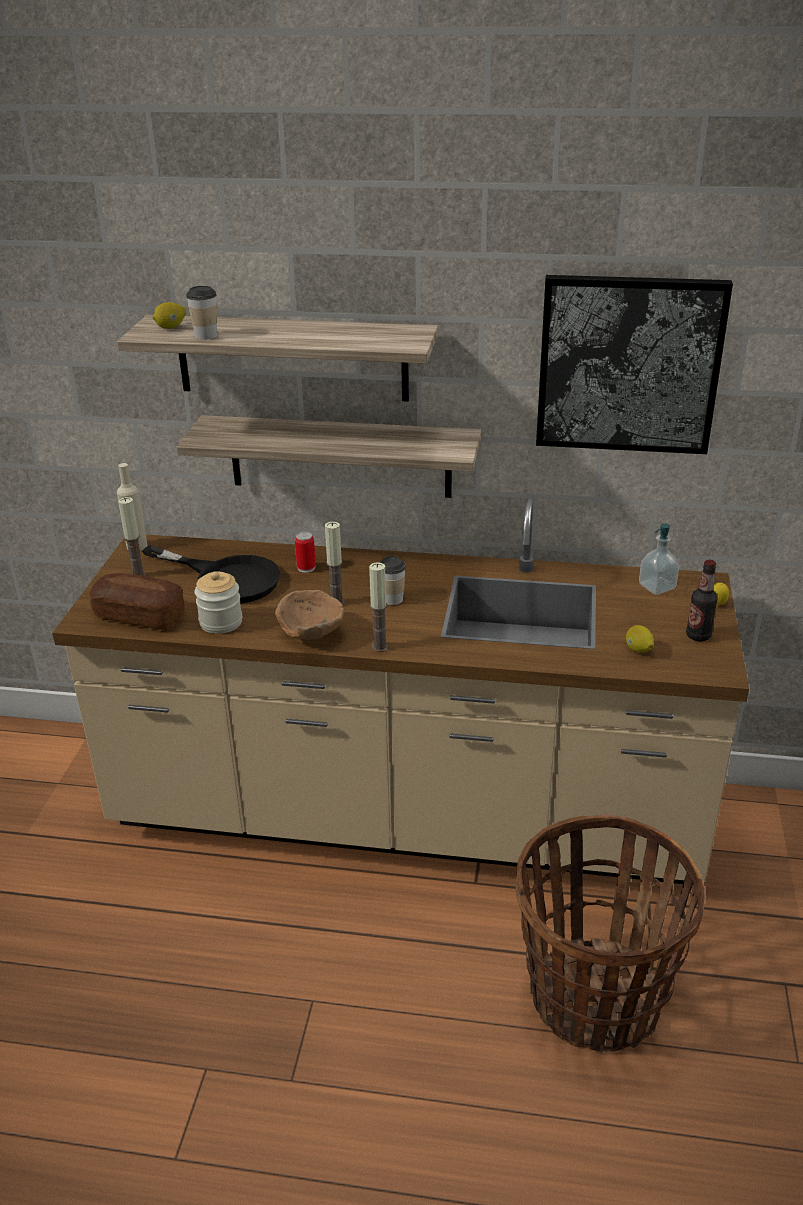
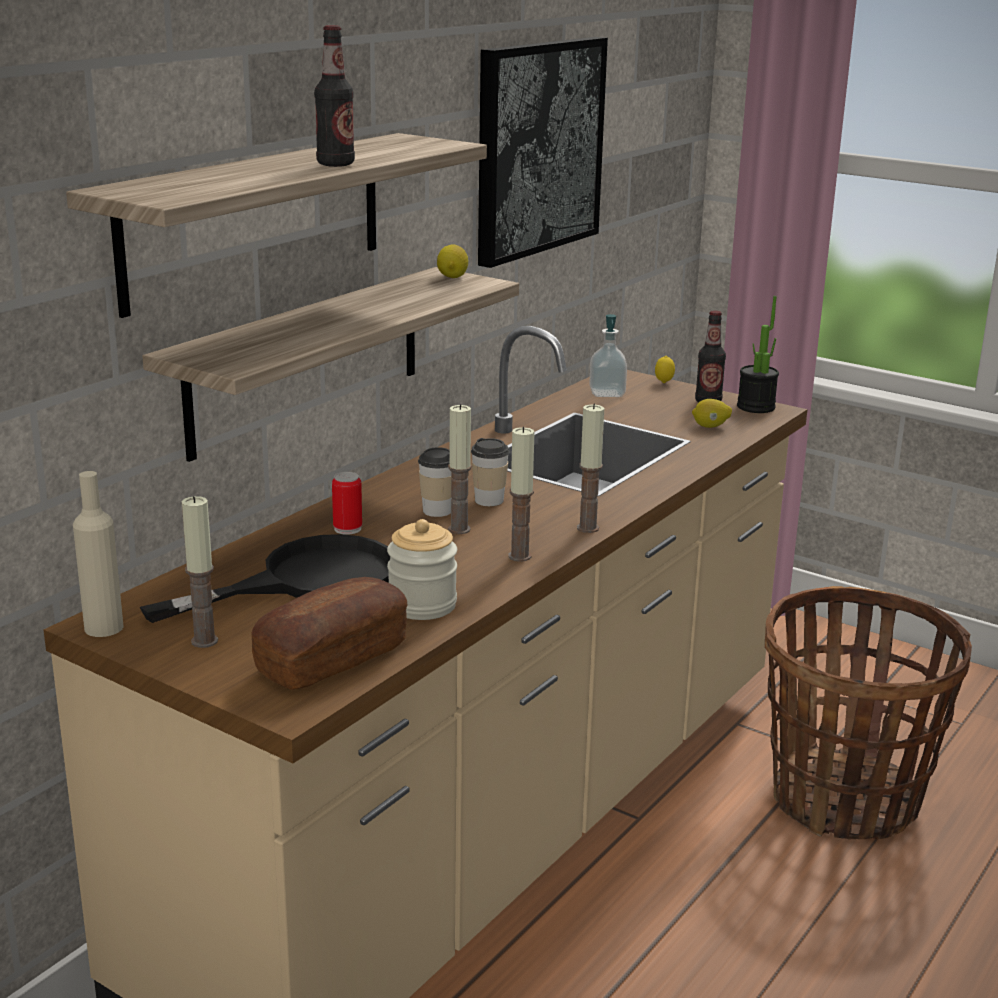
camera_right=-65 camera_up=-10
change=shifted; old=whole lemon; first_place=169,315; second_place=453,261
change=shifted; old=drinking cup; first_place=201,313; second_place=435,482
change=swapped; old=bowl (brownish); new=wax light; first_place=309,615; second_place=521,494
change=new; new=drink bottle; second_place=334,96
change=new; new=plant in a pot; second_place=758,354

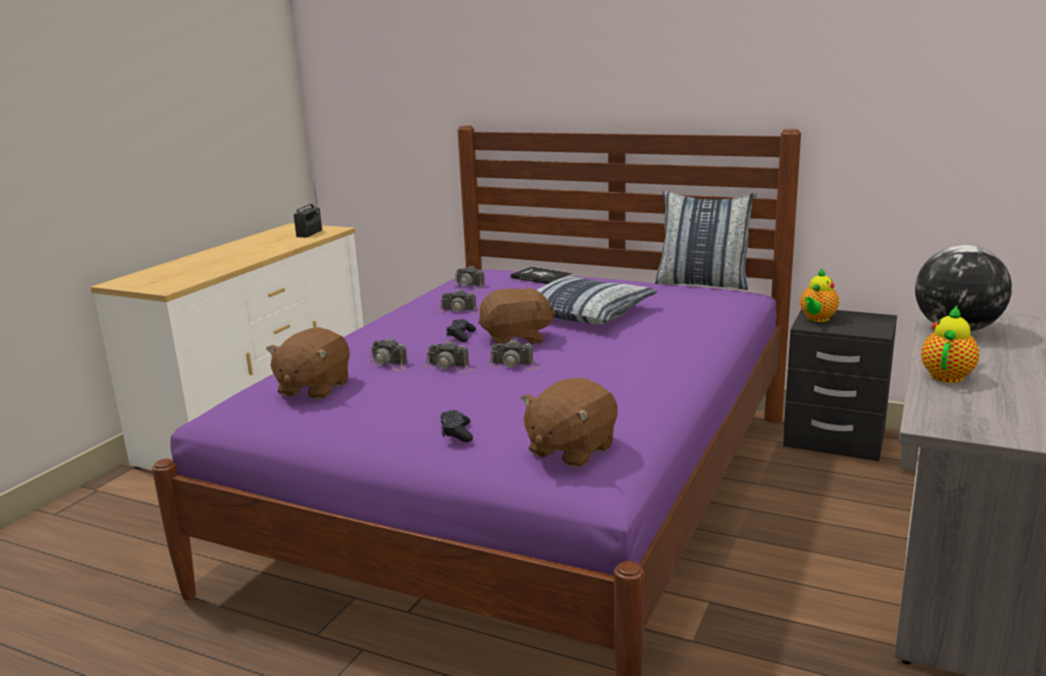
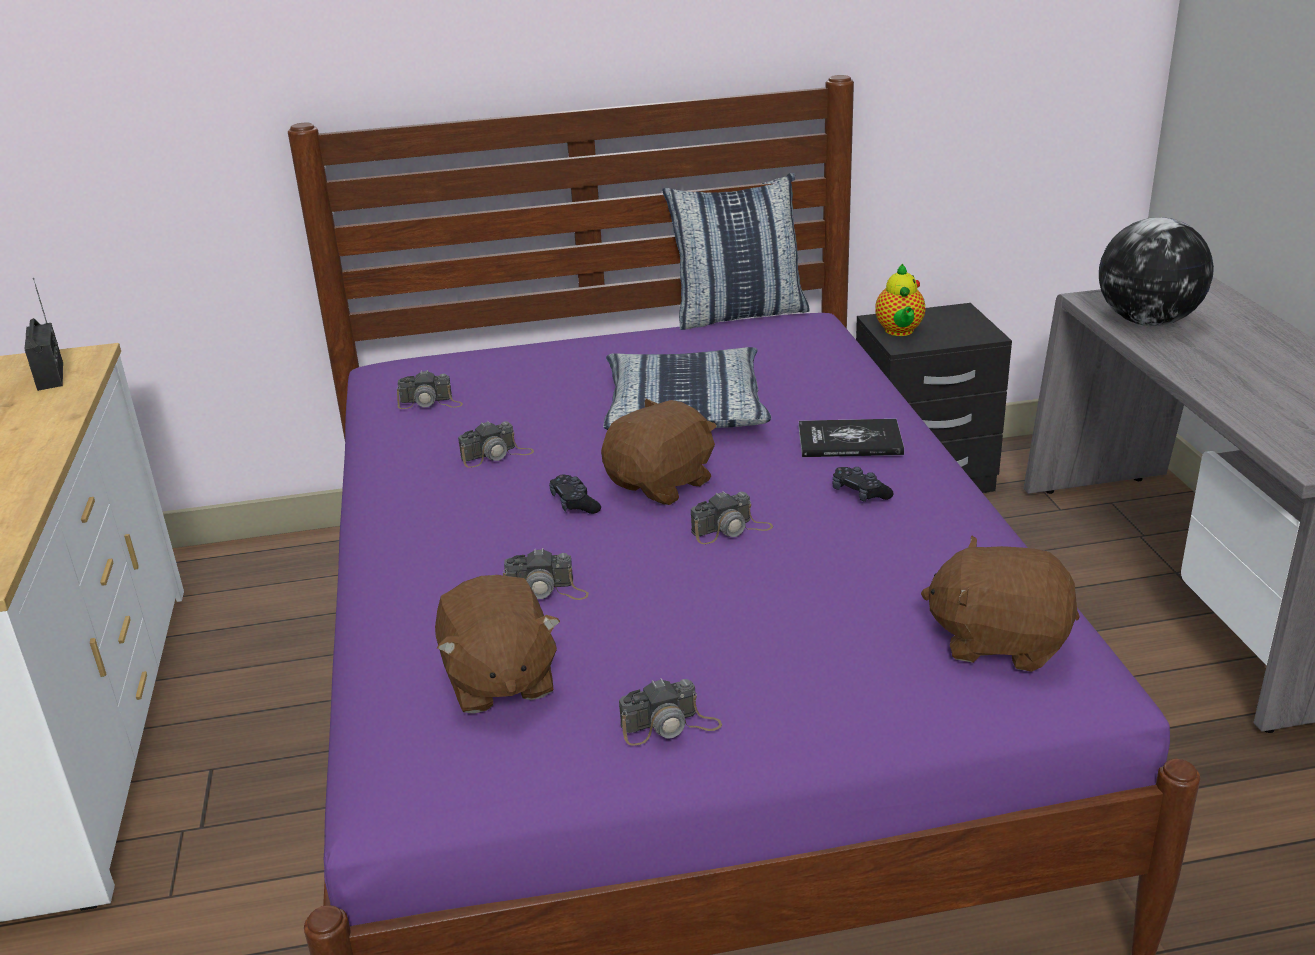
camera_right=-35 camera_up=10
change=shifted; old=still camera; first_place=449,357; second_place=670,711
change=shifted; old=joypad (black); first_place=456,426; second_place=862,484
change=shifted; old=book; first_place=541,275; second_place=851,438
change=rotated; old=cuddly toy (brownish); first_place=569,423; second_place=1000,604; degrees=105
change=gone; old=tea pot; first_place=950,344

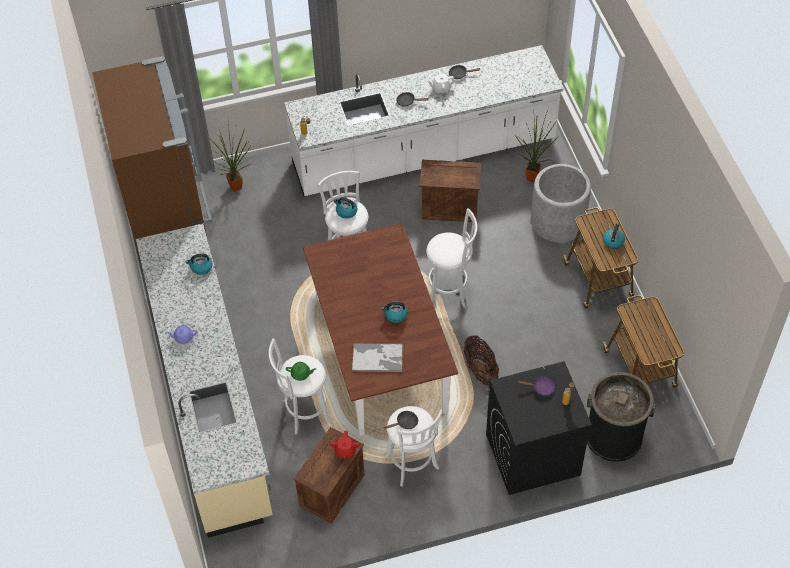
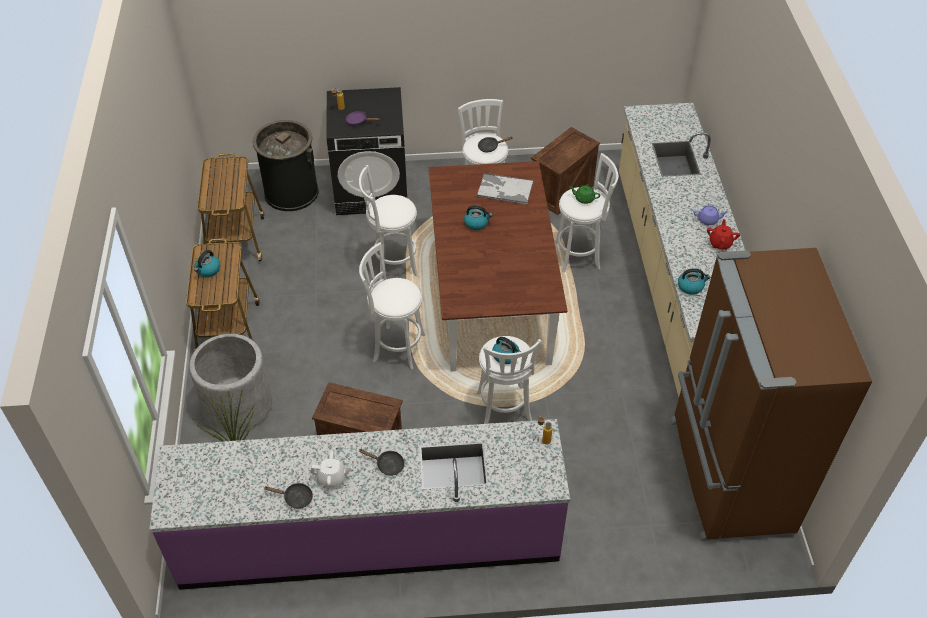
camera_right=-170 camera_up=-5
change=gone; old=plant in a pot; first_place=230,157
change=repainted; old=kitchen counter (whitish); new=kitchen counter (purple); first_place=423,120; second_place=359,504
change=shifted; old=tea pot (red); first_place=345,445; second_place=723,234
change=swapped; old=storage basket; new=stool (whitish); first_place=481,360; second_place=388,222

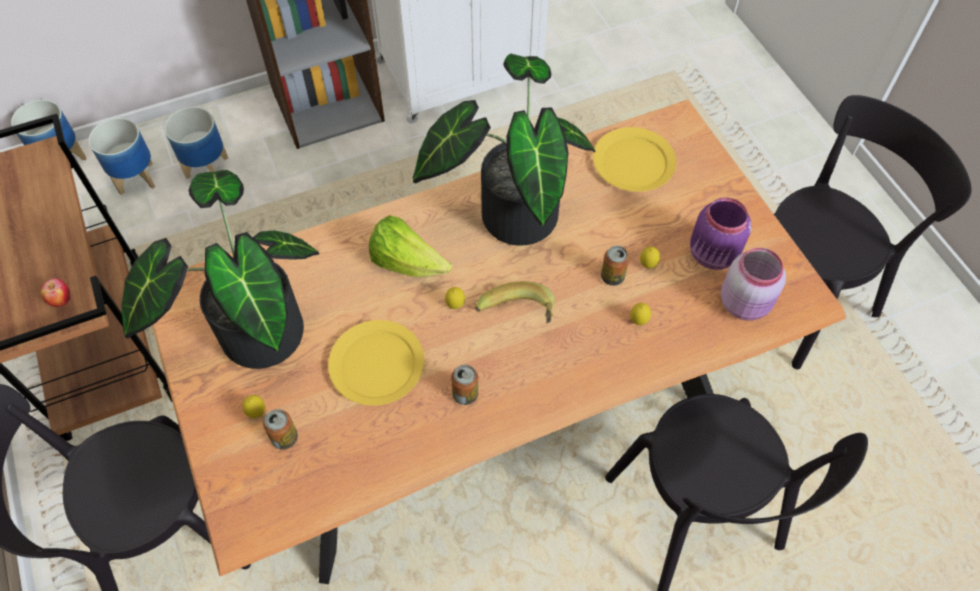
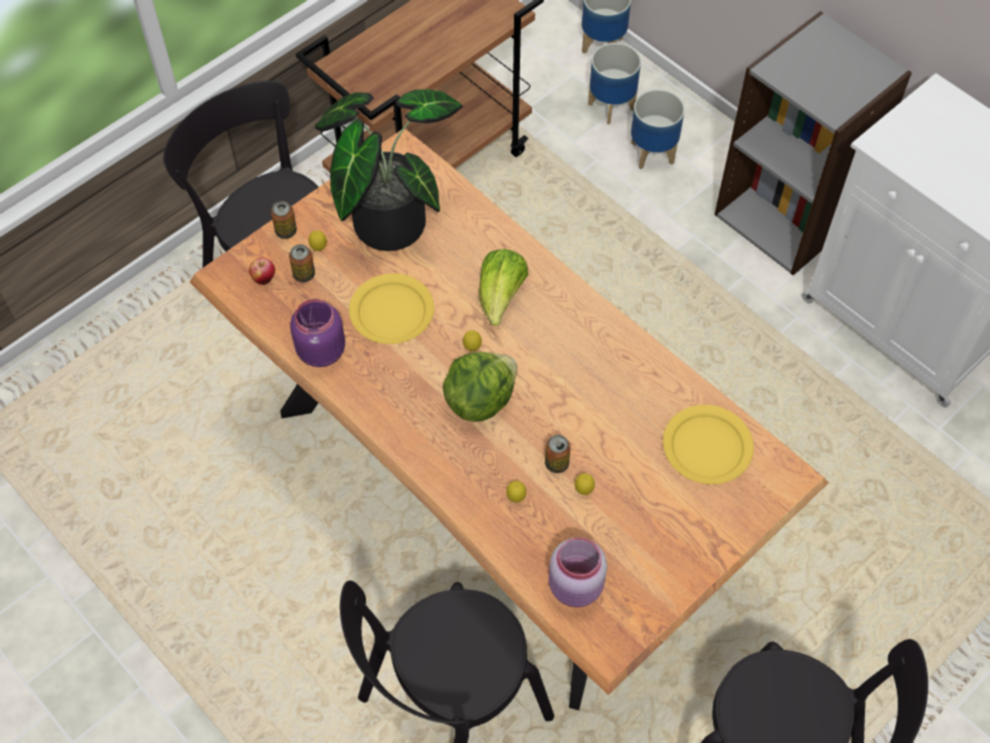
camera_right=70 camera_up=0
change=shifted; old=apple fruit; first_place=55,292; second_place=262,271
change=gone; old=plant in a pot; first_place=504,150
change=shifted; old=metal can; first_place=464,385; second_place=284,220
change=swapped; old=banana fruit; new=lettuce head; first_place=515,302; second_place=480,387
change=shifted; old=storage jar (purple); first_place=721,233; second_place=317,333

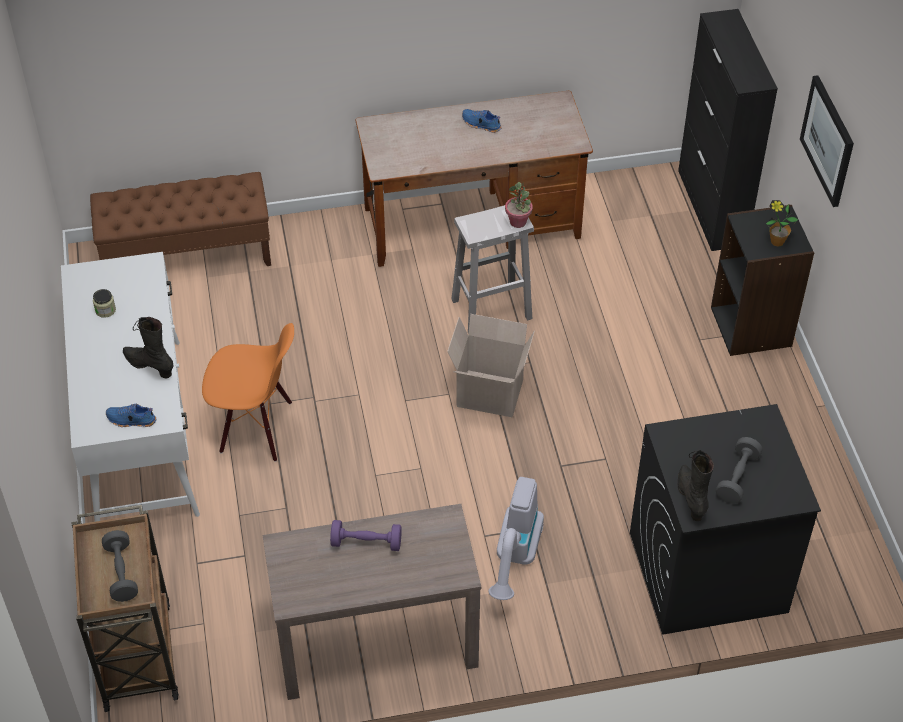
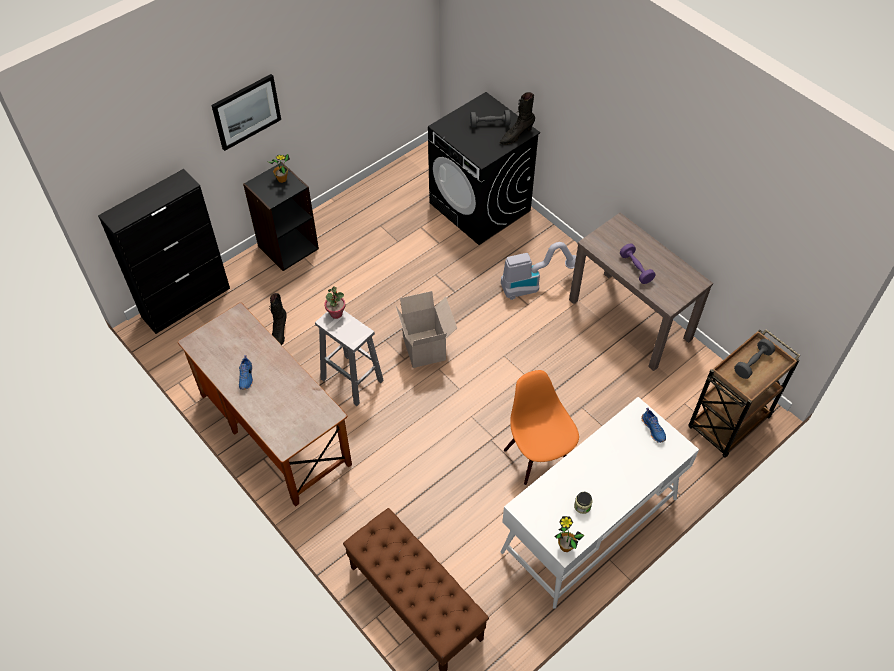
camera_right=-120 camera_up=5
change=shifted; old=tall boot (black); first_place=148,347; second_place=278,319
change=new; new=plant in a pot; second_place=570,534

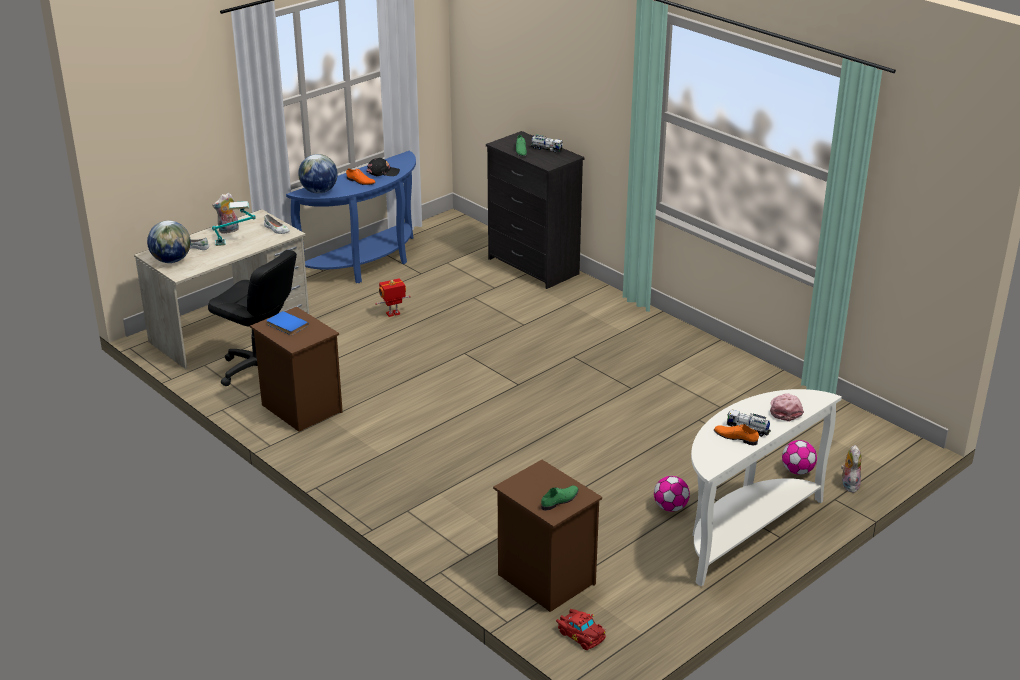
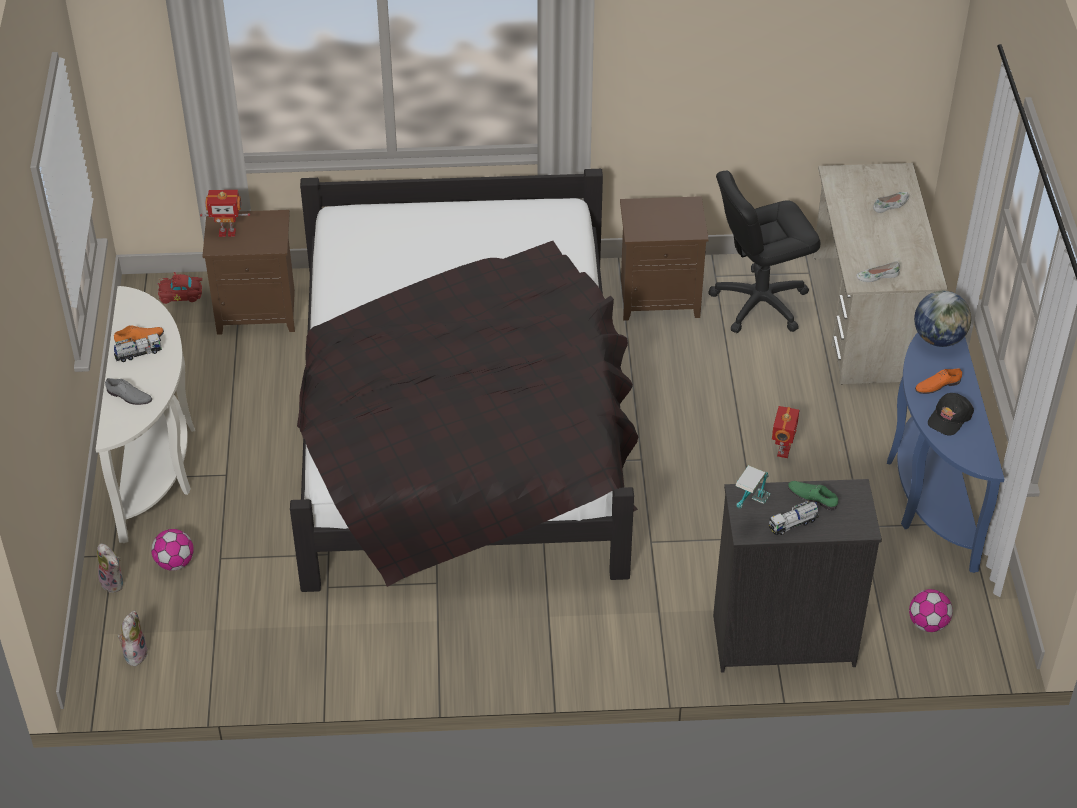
camera_right=130 camera_up=15
change=gone; old=desk globe; first_place=169,242
change=shifted; old=cuddly toy; first_place=225,213; second_place=133,638
change=shifted; old=table lamp; first_place=234,223; second_place=753,487
change=gone; old=book (bluish); first_place=287,323
change=swapped; old=shoe (green-coloured); new=robot figure; first_place=560,498; second_place=225,213
change=shifted; old=football; first_place=672,494; second_place=931,610
change=swapped; old=cap (pink-coloured); new=shoe (grey); first_place=787,407; second_place=128,391
change=new; new=bedroom bed (black); second_place=464,380

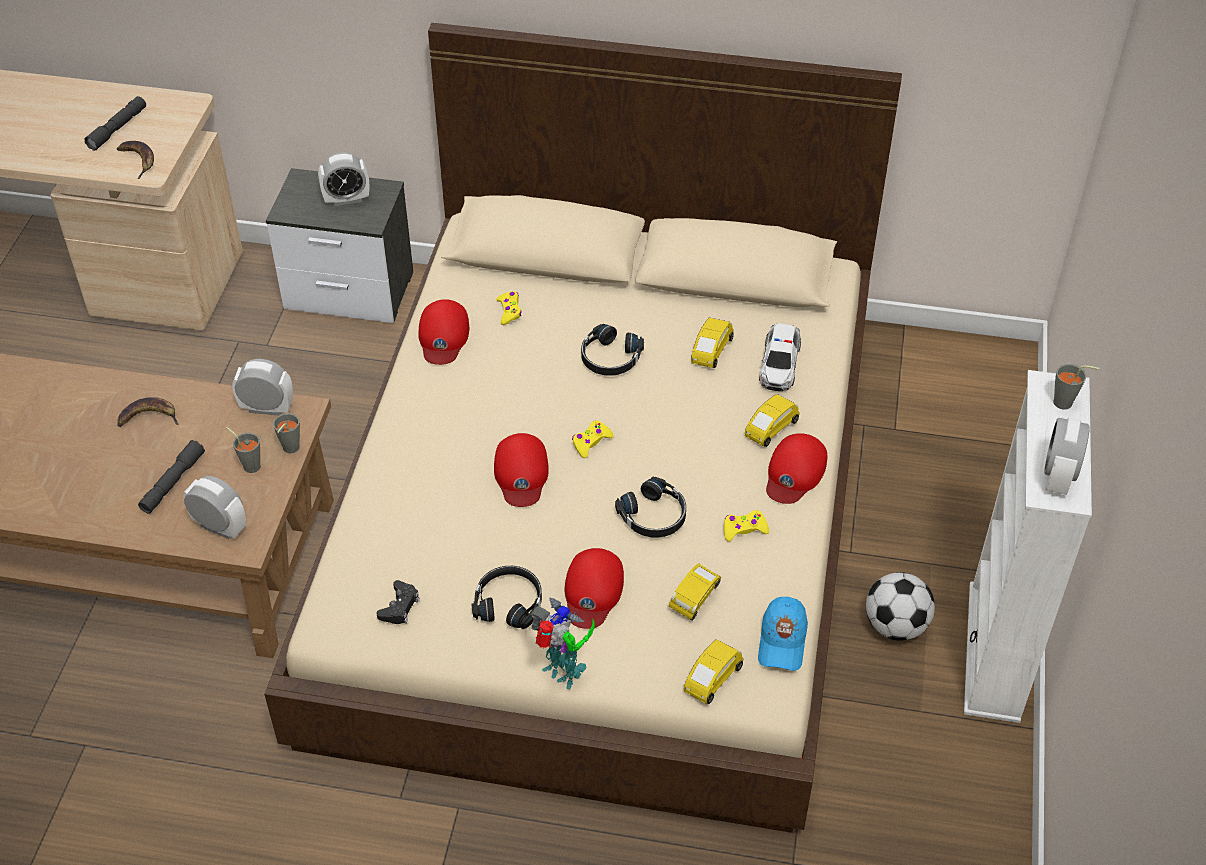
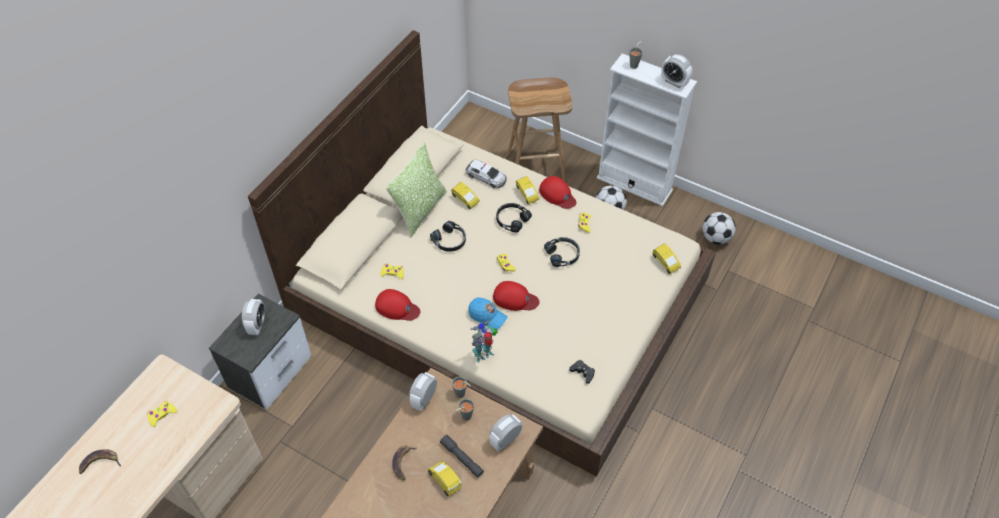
camera_right=-70 camera_up=5
change=swapped; old=torch (grey); new=joypad (yellowish); first_place=115,123; second_place=162,414
change=shifted; old=banana fruit; first_place=135,160; second_place=100,461
change=shifted; old=headset (black); first_place=506,597; second_place=514,217
change=shifted; old=robot figure; first_place=563,643; second_place=484,341
change=gone; old=cap (red); first_place=594,588
change=shifted; old=model car (yellowish); first_place=695,591; second_place=445,478
change=shifted; old=cap (bluish); first_place=783,634; second_place=487,313
change=new; new=pillow; second_place=416,190
change=new; new=stool (brownish); second_place=540,129
change=new; new=football; second_place=719,228

